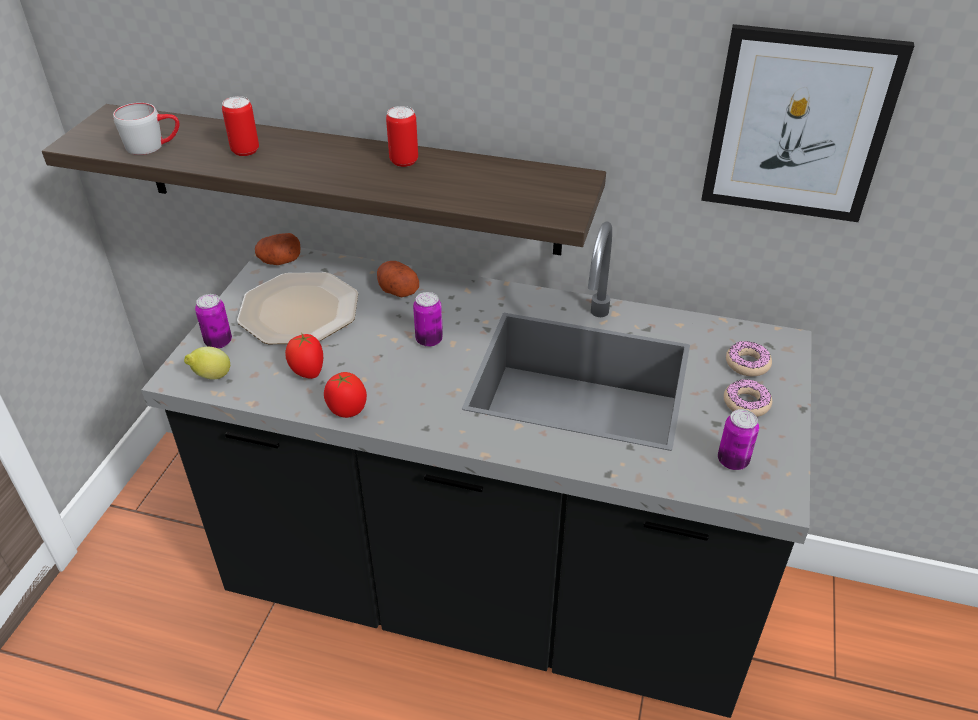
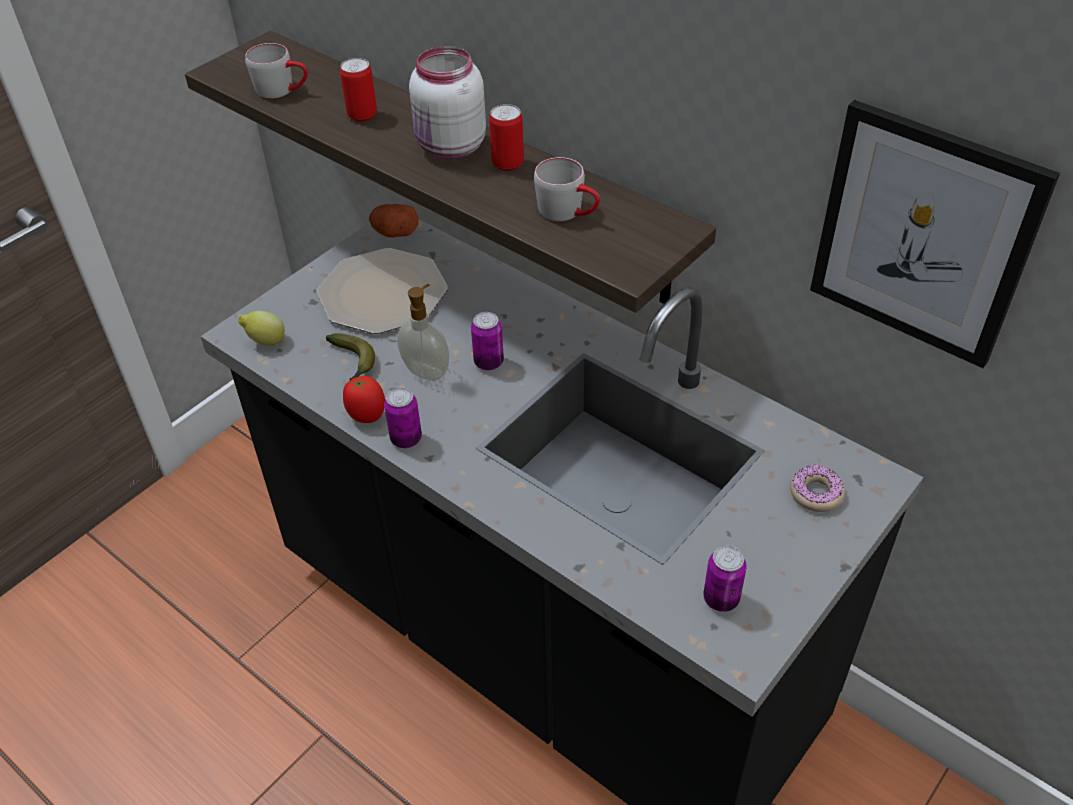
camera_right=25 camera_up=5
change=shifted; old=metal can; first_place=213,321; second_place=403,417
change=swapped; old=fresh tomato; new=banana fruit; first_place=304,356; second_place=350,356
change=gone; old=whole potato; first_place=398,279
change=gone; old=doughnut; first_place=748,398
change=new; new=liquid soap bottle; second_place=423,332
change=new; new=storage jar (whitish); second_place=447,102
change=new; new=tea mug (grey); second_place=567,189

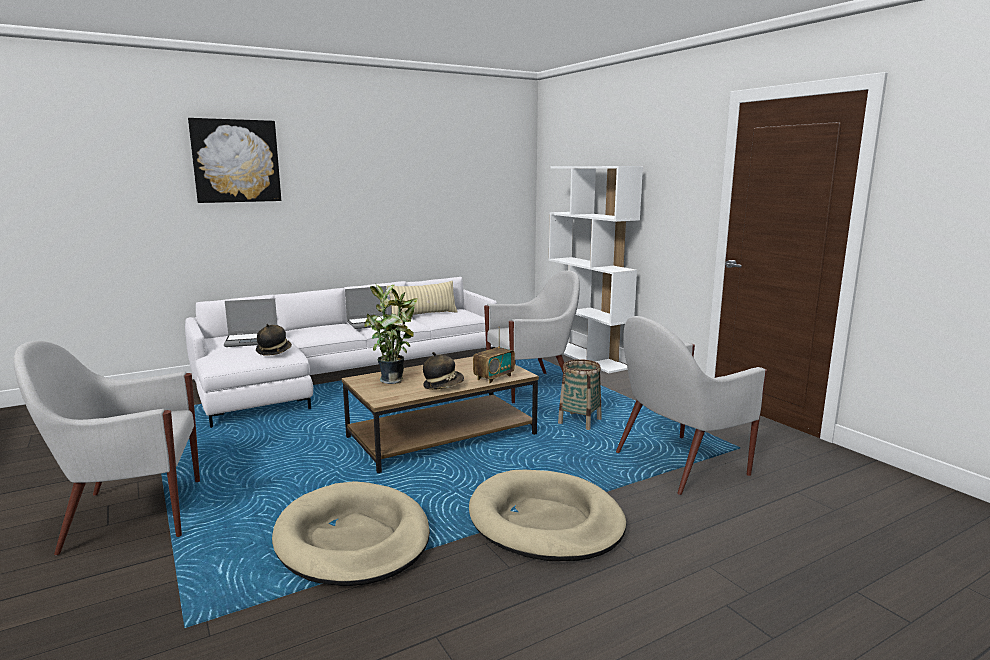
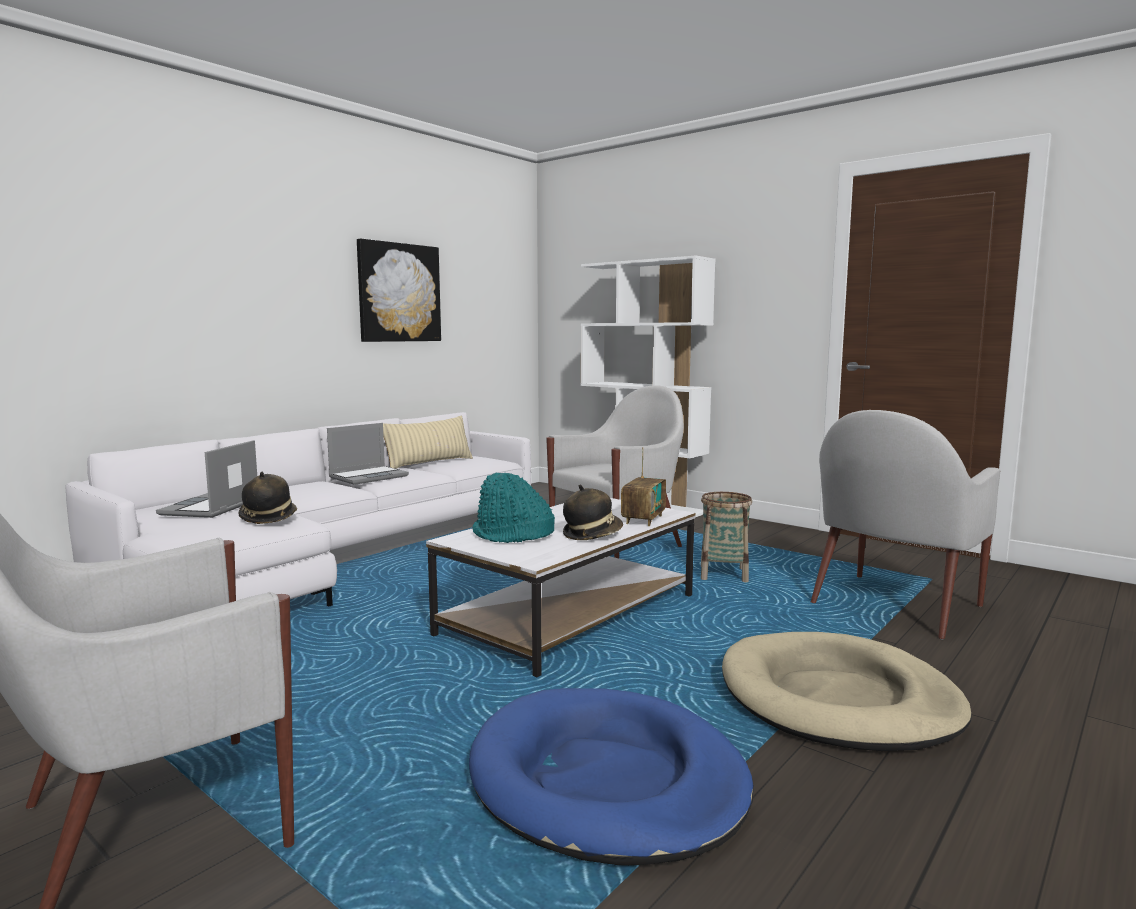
camera_right=-20 camera_up=-5
change=shifted; old=wall picture; first_place=234,160; second_place=399,290
change=rotated; old=notebook computer; first_place=250,322; second_place=206,479; degrees=135
change=repainted; old=dog bed (beige); new=dog bed (bluish); first_place=351,533; second_place=611,777
change=repainted; old=coffee table (brownish); new=coffee table (whitish); first_place=440,414; second_place=560,587
change=swapped; old=plant in a pot; new=hat (blue-green); first_place=391,333; second_place=513,508

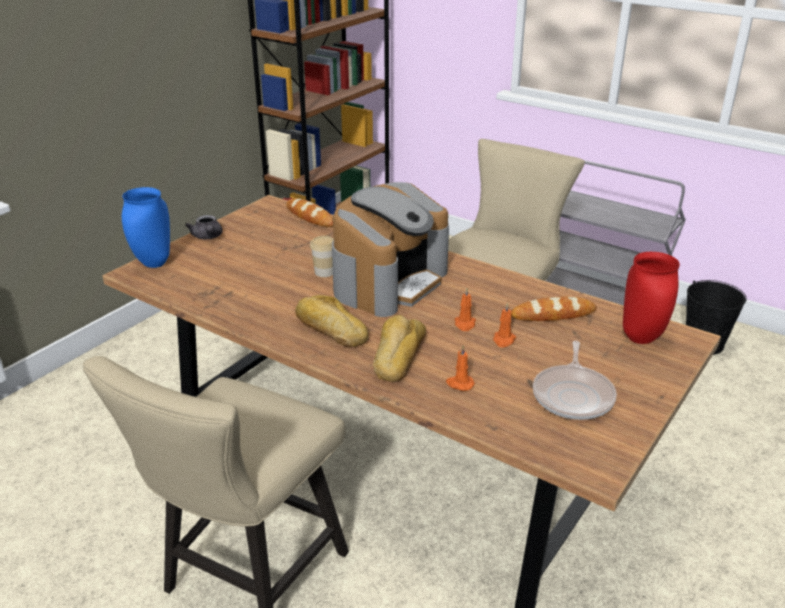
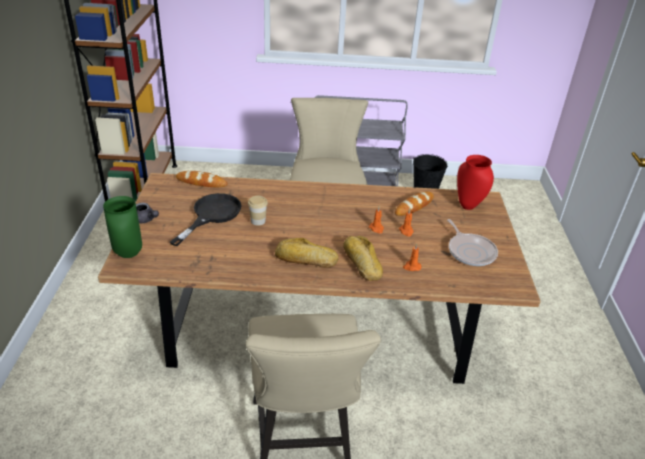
camera_right=-35 camera_up=5
change=repainted; old=flower vase (bluish); new=flower vase (green-coloured); first_place=146,227; second_place=122,227
change=gone; old=coffee machine; first_place=390,249
change=new; new=pan (black); second_place=206,219

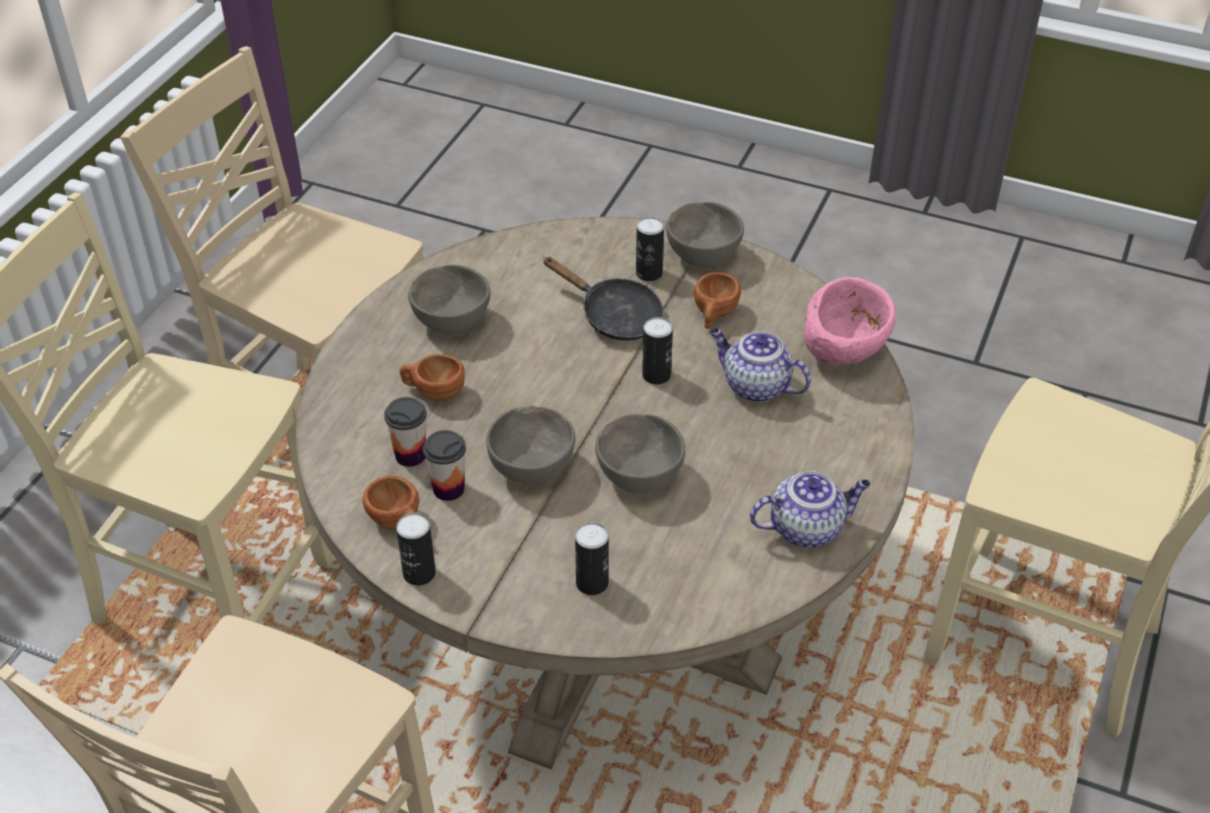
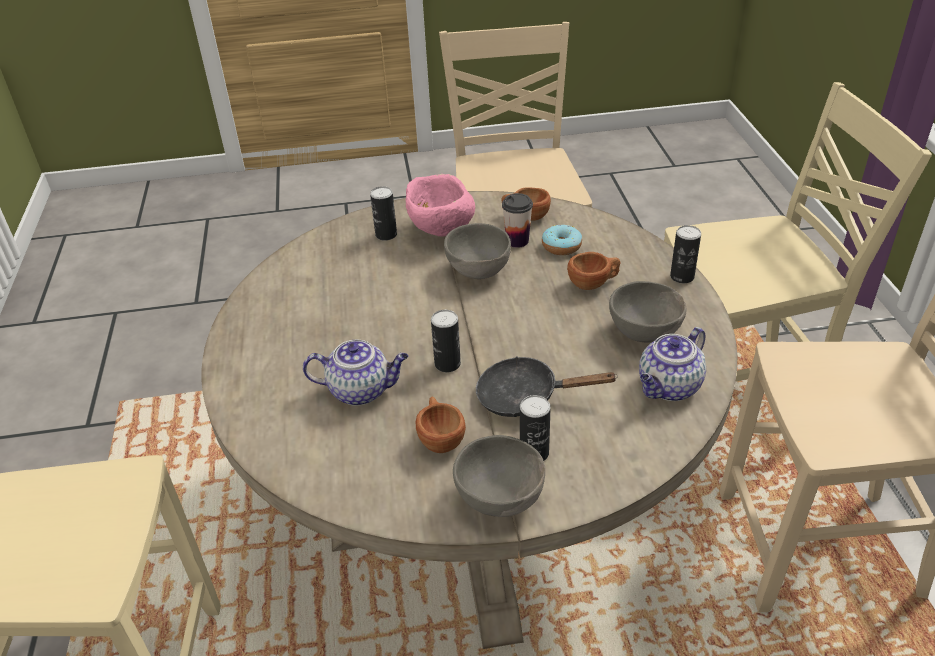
camera_right=150 camera_up=-5
change=swapped; old=drinking cup; new=doughnut; first_place=405,432; second_place=562,240
change=shifted; old=metal can; first_place=416,549; second_place=685,254
change=gone; old=bowl (grey); first_place=640,453
change=shifted; old=tea pot; first_place=810,509; second_place=672,364
change=shifted; old=bowl (pink-coloured); first_place=850,321; second_place=440,205

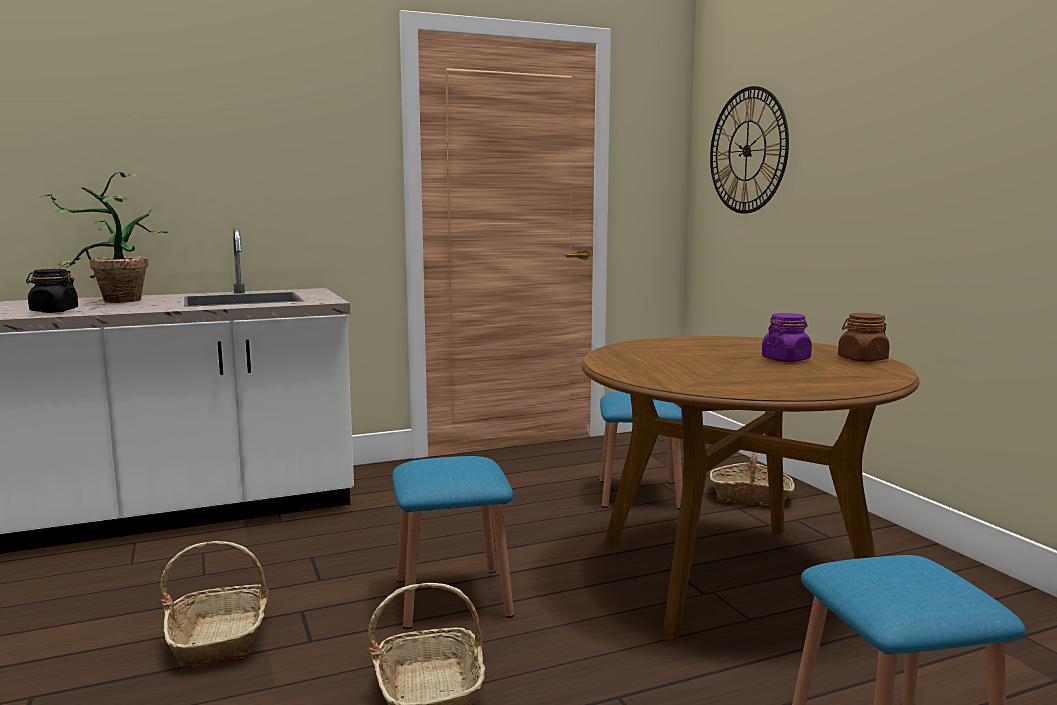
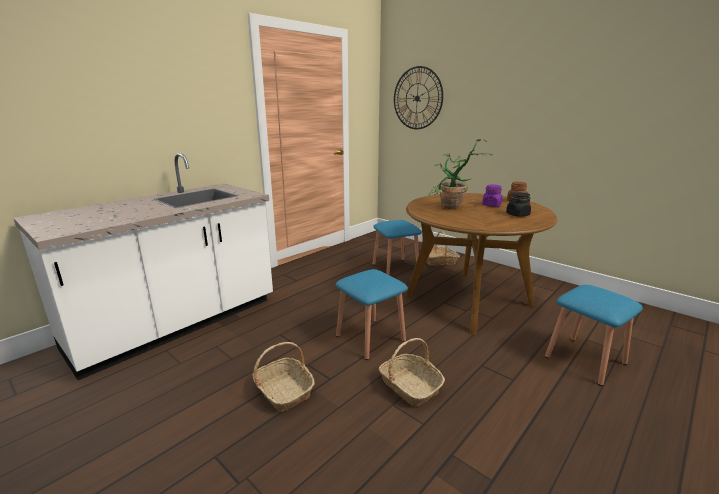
camera_right=-25 camera_up=10
change=shifted; old=storage jar (black); first_place=52,291; second_place=518,204
change=shifted; old=plant in a pot; first_place=104,237; second_place=460,174

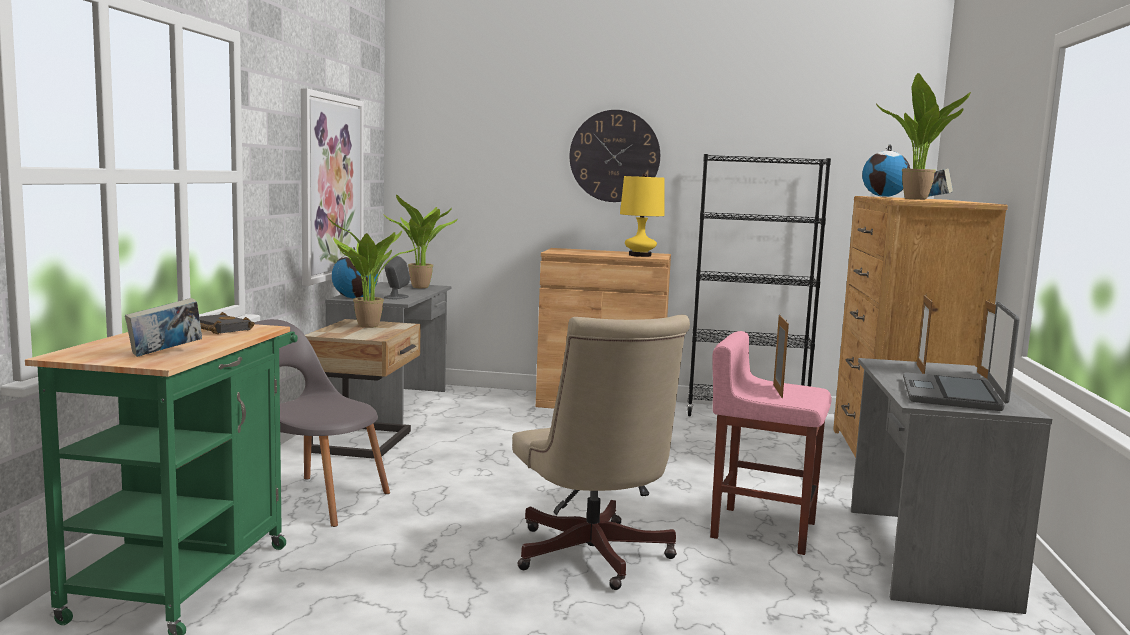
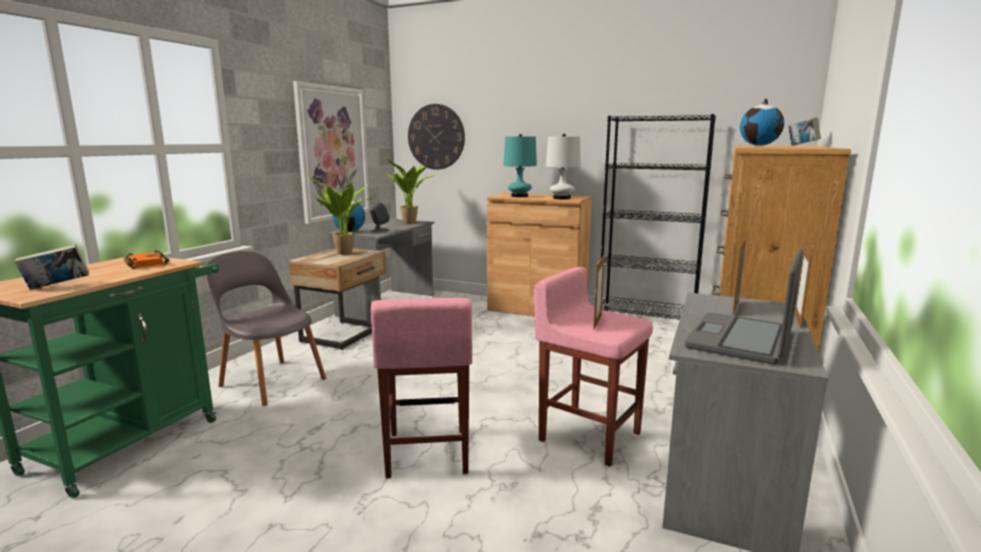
camera_right=15 camera_up=5
change=repainted; old=book (black); new=book (orangey); first_place=227,323; second_place=146,259
change=swapped; old=office chair (beige); new=stool (pink-coloured); first_place=601,452; second_place=421,388
change=shifted; old=clock on the wall; first_place=615,156; second_place=436,137
change=repainted; old=table lamp (yellowish); new=table lamp (whitish); first_place=642,215; second_place=563,166
change=gone; old=plant in a pot; first_place=923,136
change=new; new=table lamp (blue-green); second_place=520,165

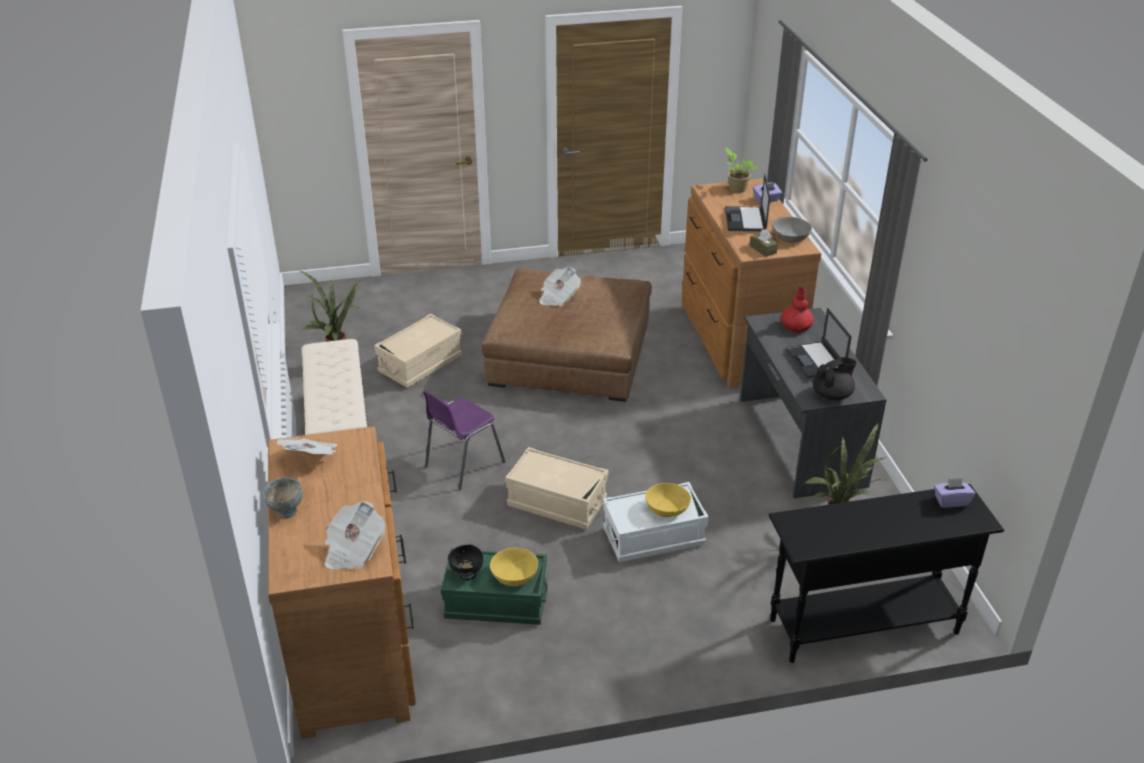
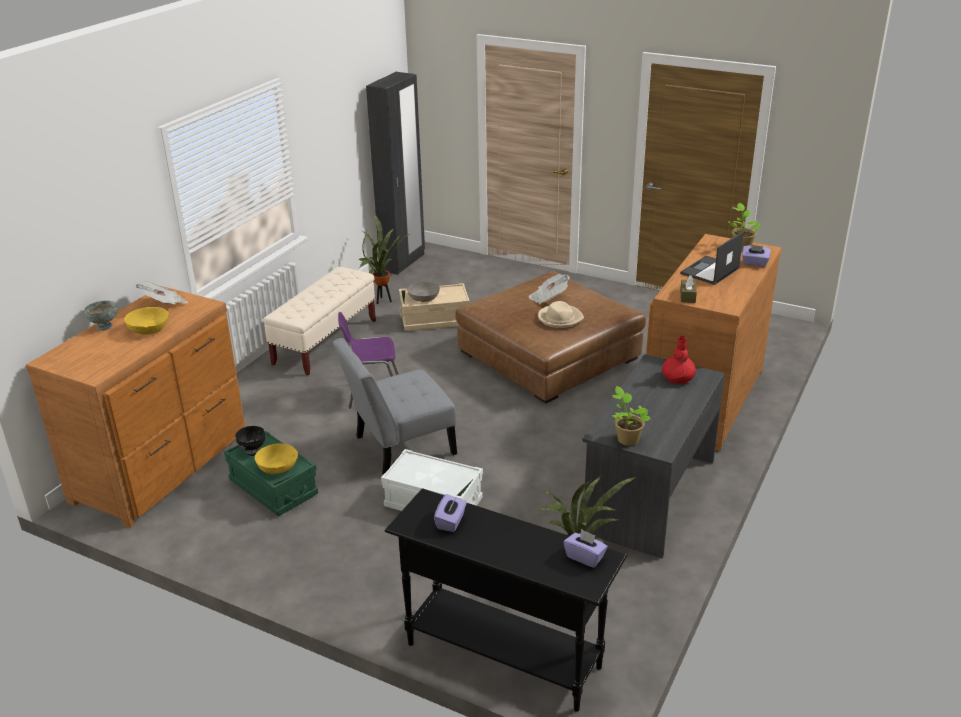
camera_right=40 camera_up=-5
change=gone; old=daily paper; first_place=355,535
change=swapped; old=storage bin (beige); new=plain chair (grey); first_place=556,488; second_place=395,406
change=shifted; old=bowl (yellowish); first_place=668,500; second_place=146,320
change=shifted; old=bowl (grey); first_place=792,230; second_place=423,291
change=gone; old=notebook computer; first_place=818,343
change=swapped; old=tea pot (black); new=plant in a pot; first_place=835,379; second_place=631,416
change=new; new=clothes cupboard (black); second_place=395,173
change=new; new=tissue box (purple); second_place=450,513
change=new; new=hat (beige); second_place=561,314

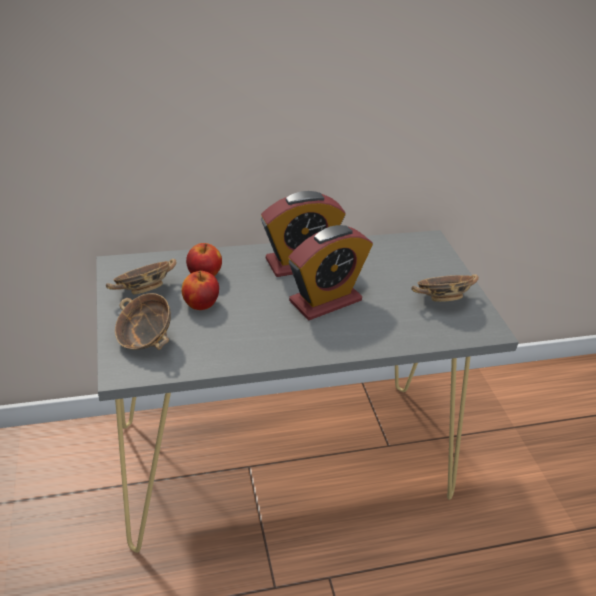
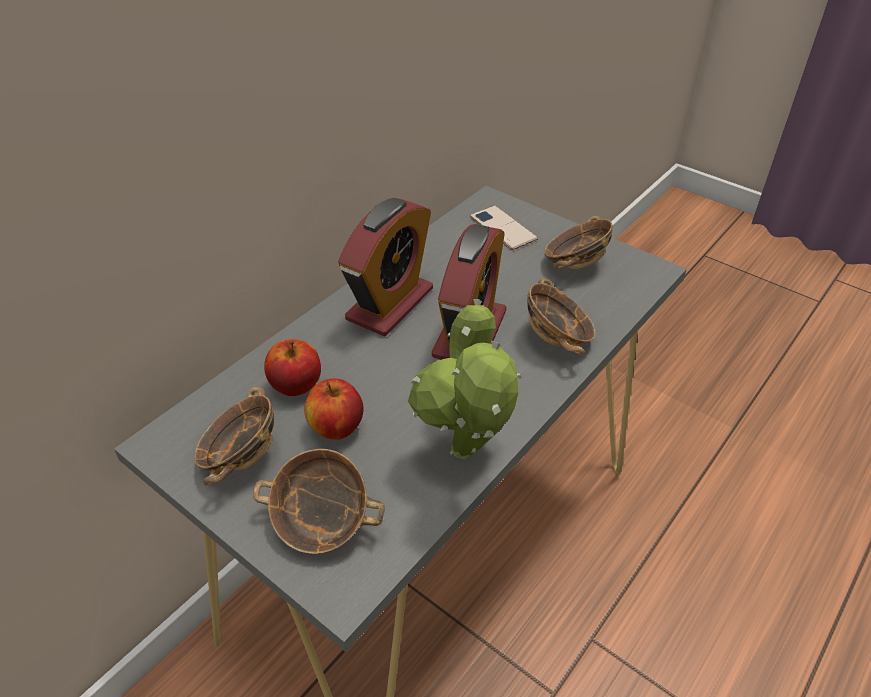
camera_right=-35 camera_up=5
change=new; new=plant in a pot; second_place=464,379
change=new; new=phone; second_place=504,228
change=new; new=bowl; second_place=561,316

